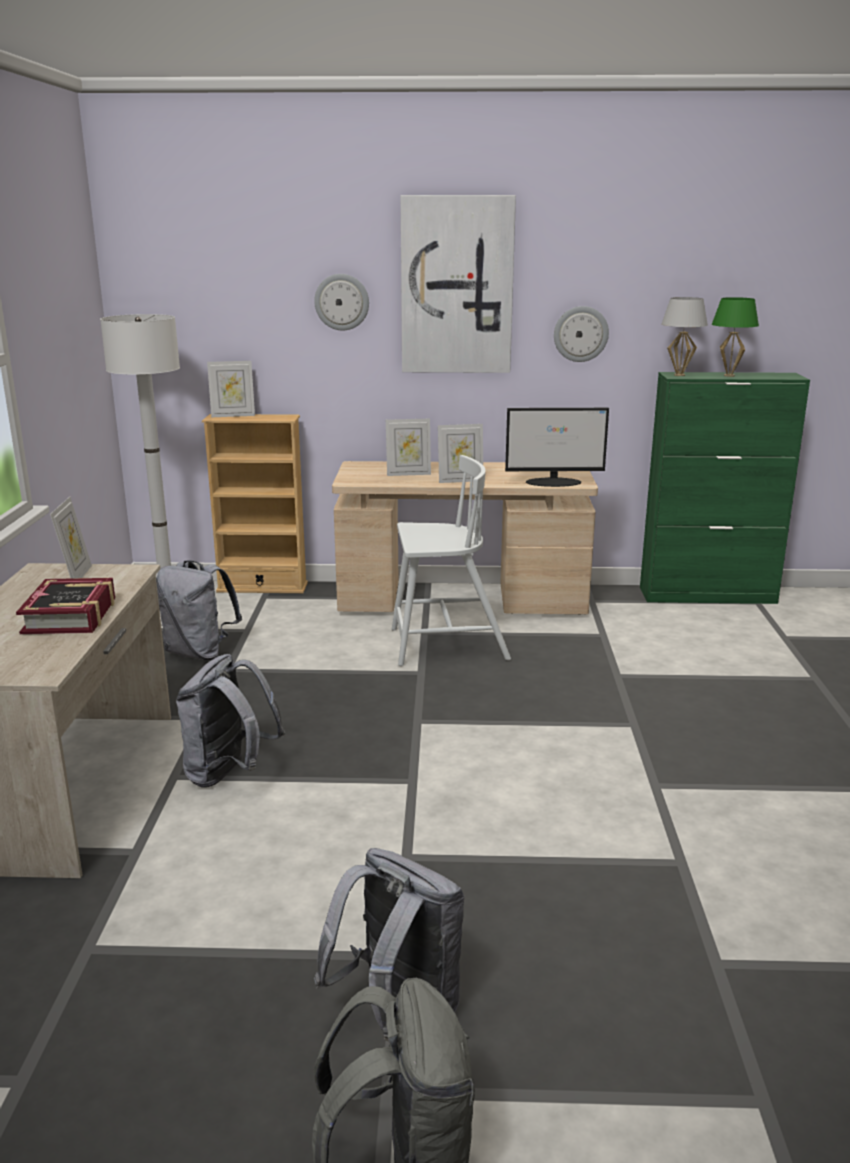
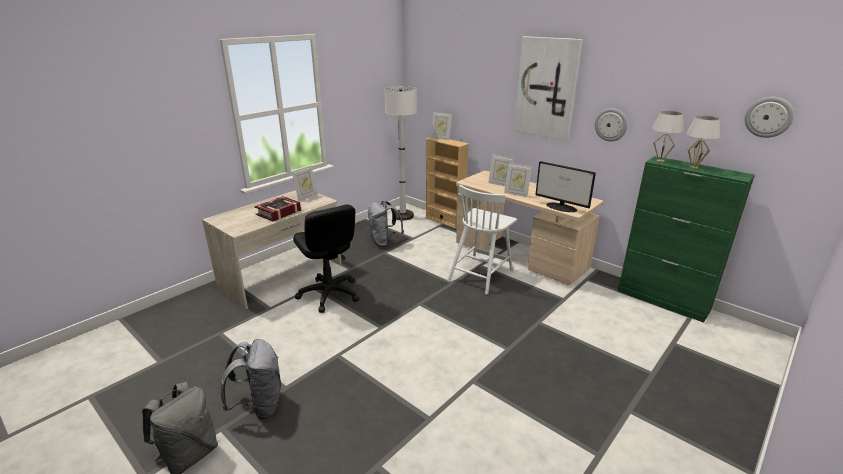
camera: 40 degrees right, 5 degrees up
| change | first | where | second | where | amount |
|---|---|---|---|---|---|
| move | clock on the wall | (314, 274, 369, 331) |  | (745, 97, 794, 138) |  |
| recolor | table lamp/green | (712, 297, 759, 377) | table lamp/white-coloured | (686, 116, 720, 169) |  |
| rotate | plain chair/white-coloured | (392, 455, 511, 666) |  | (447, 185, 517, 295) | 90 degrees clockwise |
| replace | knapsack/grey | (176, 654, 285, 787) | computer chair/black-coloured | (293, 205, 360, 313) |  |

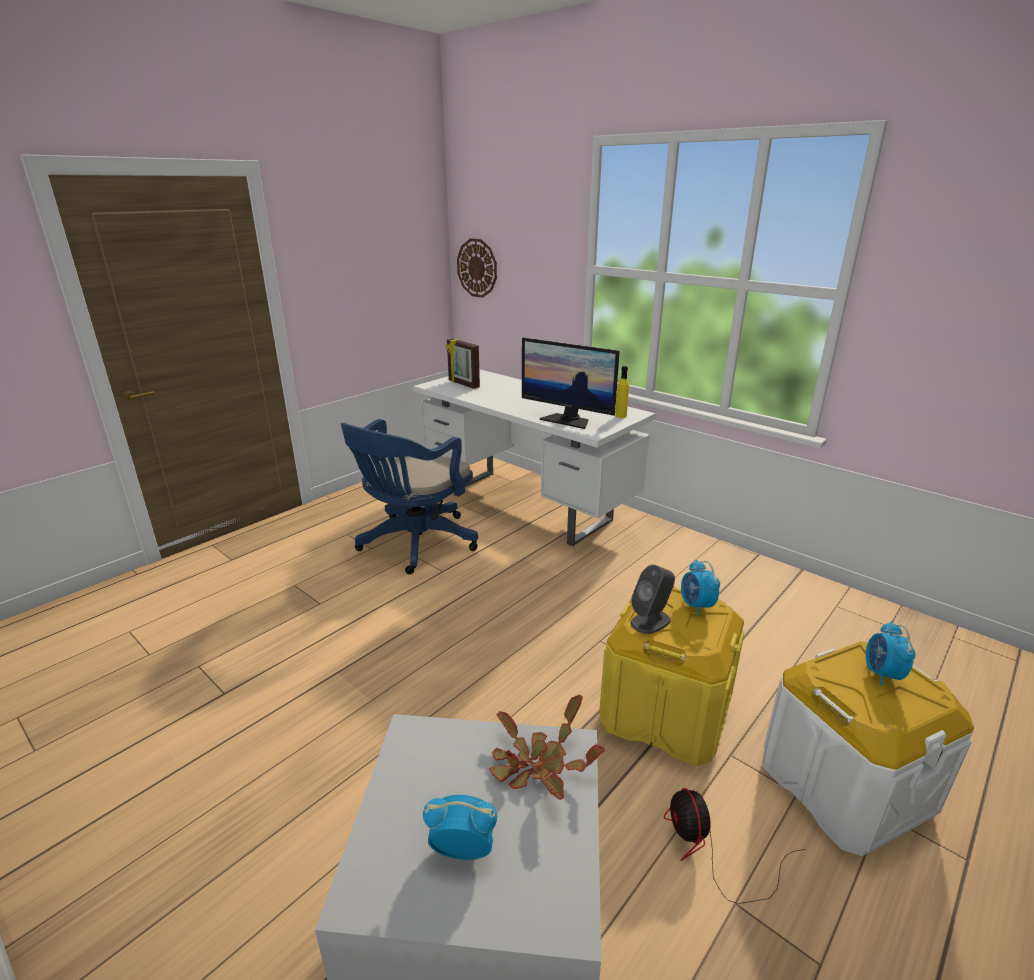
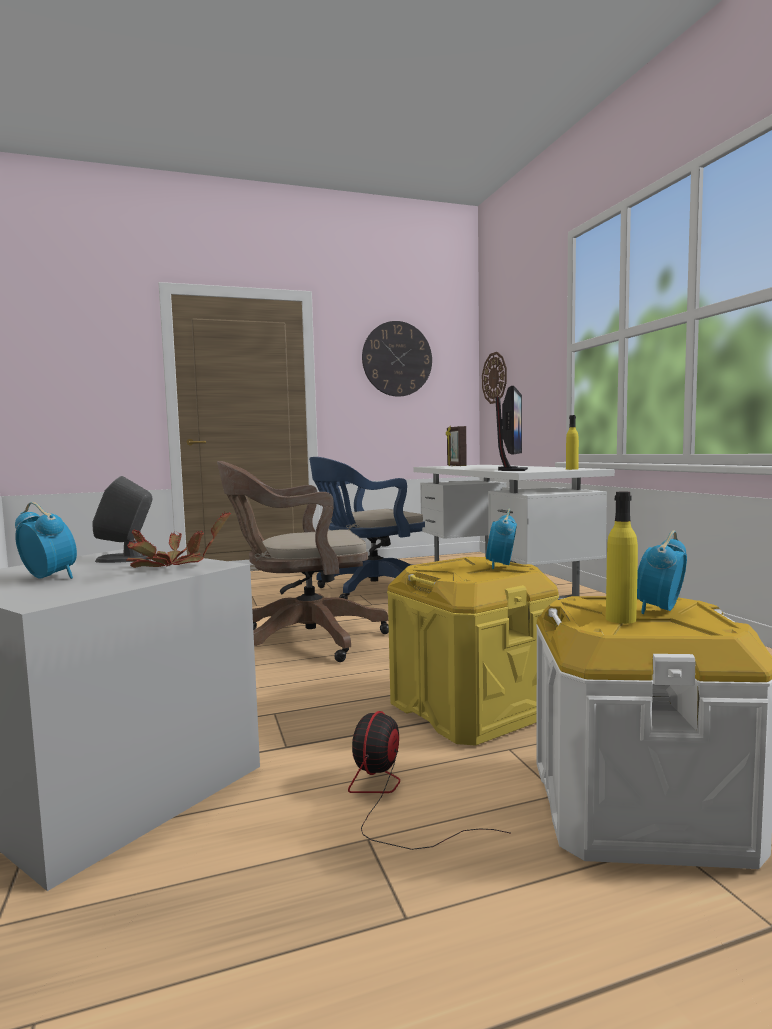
camera: 30 degrees right, 20 degrees down
| change | first | where | second | where | amount |
|---|---|---|---|---|---|
| rotate | computer screen | (522, 337, 620, 429) |  | (495, 386, 528, 471) | 135 degrees counterclockwise |
| move | audio speaker/grey | (630, 565, 675, 634) |  | (92, 476, 152, 563) |  |
| insert |  |  | clock on the wall | (362, 321, 432, 397) |  |
| insert |  |  | computer chair/brown | (217, 461, 389, 662) |  |
| insert |  |  | bottle/yellow | (606, 492, 638, 624) |  |

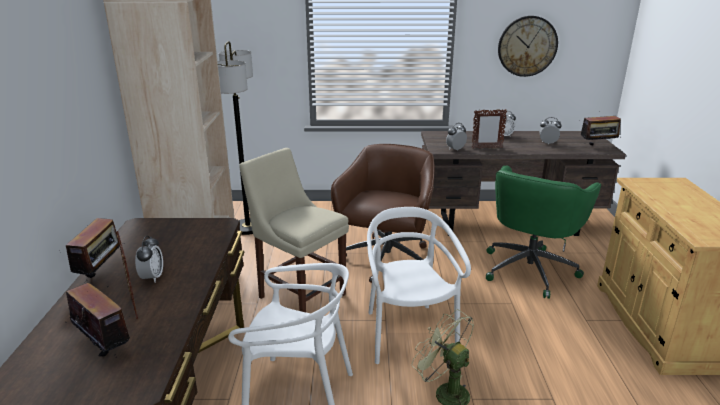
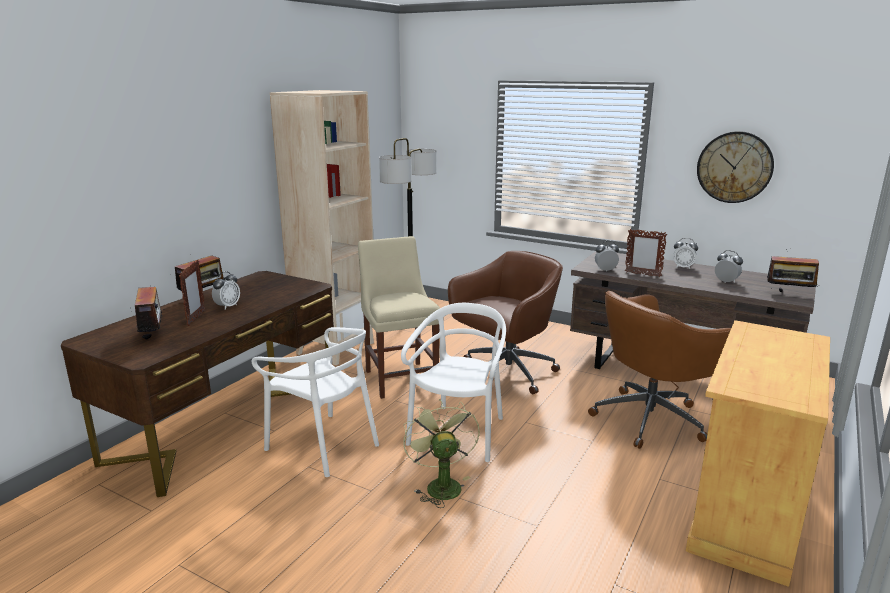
camera: 30 degrees right, 5 degrees down
| change | first | where | second | where | amount |
|---|---|---|---|---|---|
| recolor | computer chair/green | (486, 165, 601, 299) | computer chair/brown | (588, 291, 731, 449) |  |

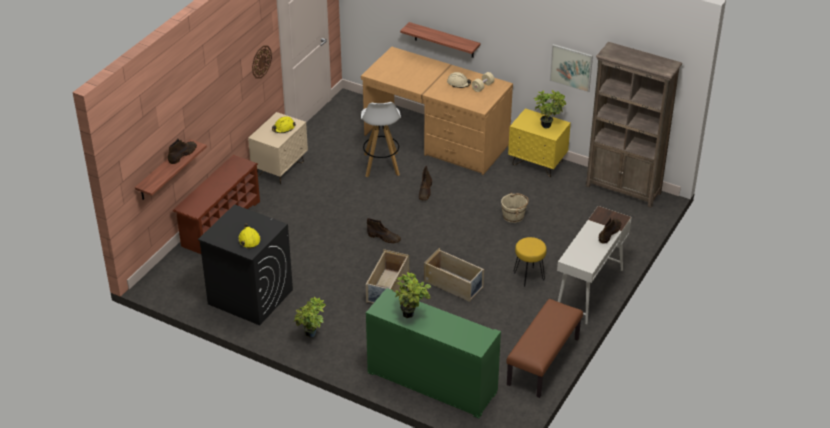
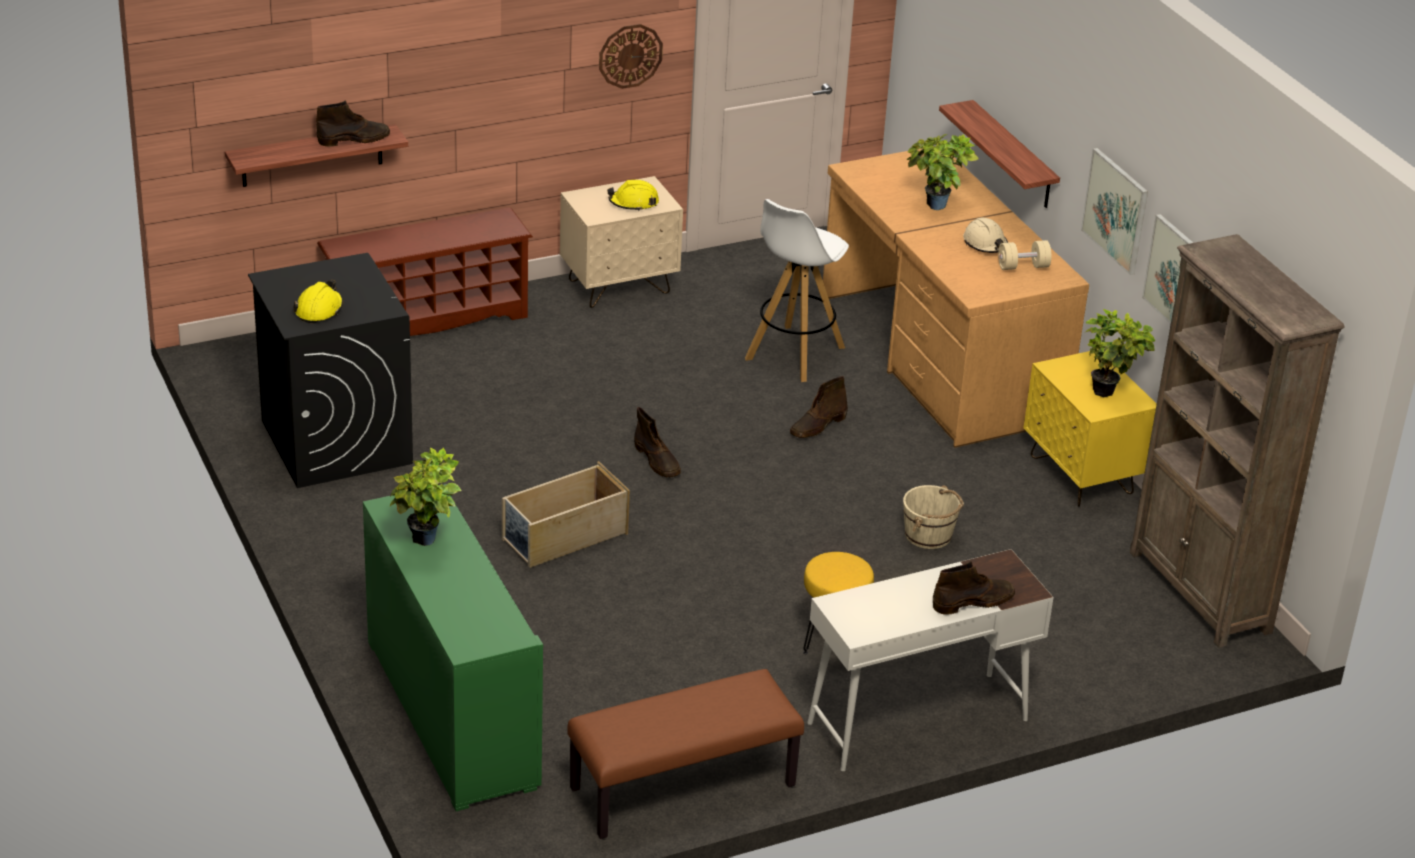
camera: 35 degrees right, 5 degrees down
| change | first | where | second | where | amount |
|---|---|---|---|---|---|
| delete | storage container/sand-coloured | (424, 248, 484, 302) |  |  |  |
| move | potted plant | (294, 297, 326, 338) |  | (907, 134, 979, 210) |  |
| insert |  |  | wall art | (1081, 148, 1148, 275) |  |

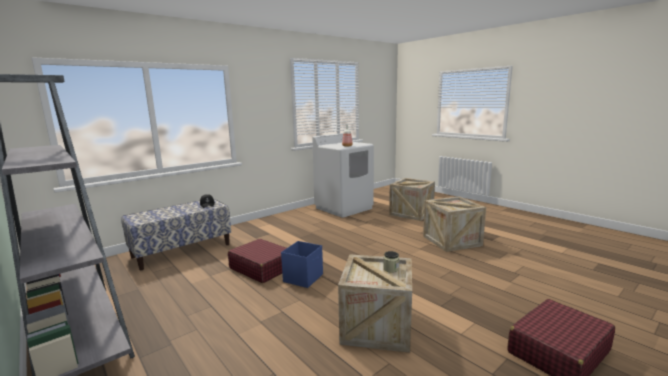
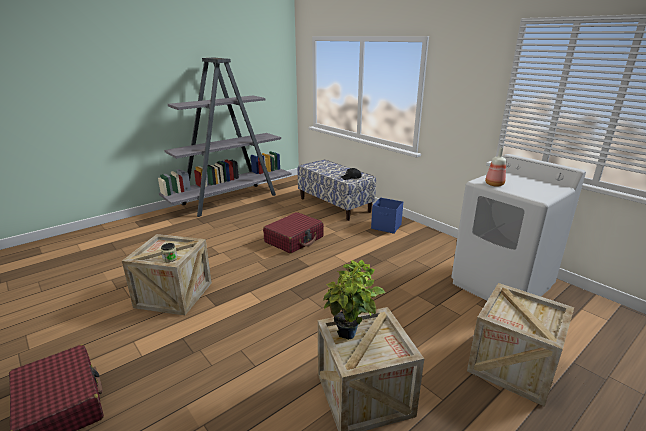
camera: 90 degrees right, 10 degrees up
| change | first | where | second | where | amount |
|---|---|---|---|---|---|
| move | storage container/bluish | (281, 241, 323, 288) |  | (371, 197, 403, 234) |  |
| insert |  |  | potted plant | (323, 259, 385, 340) |  |

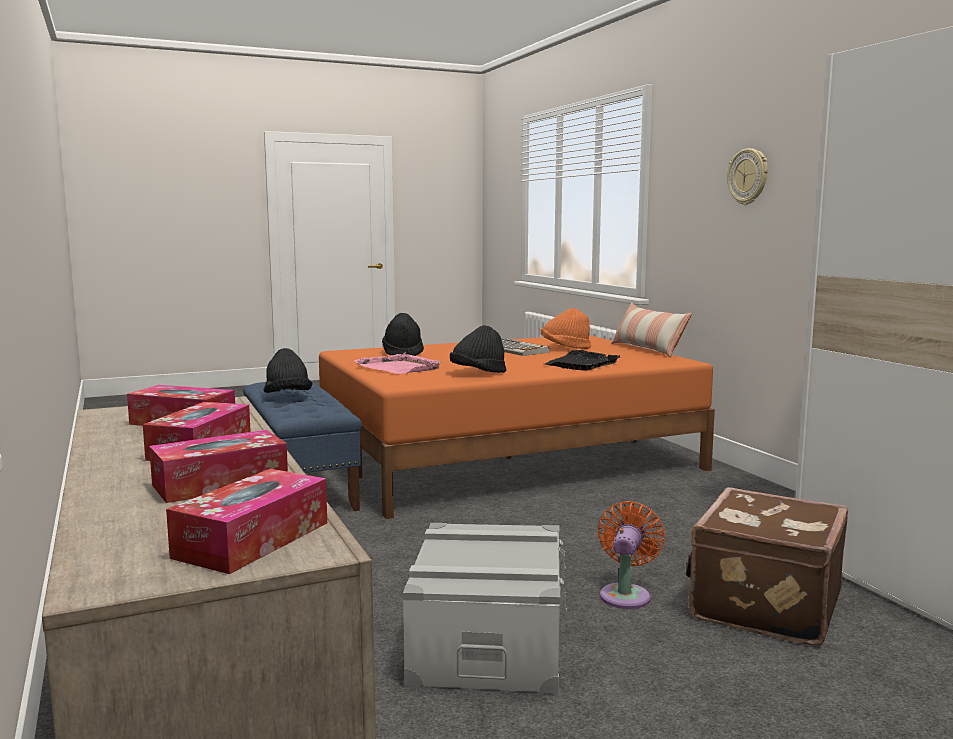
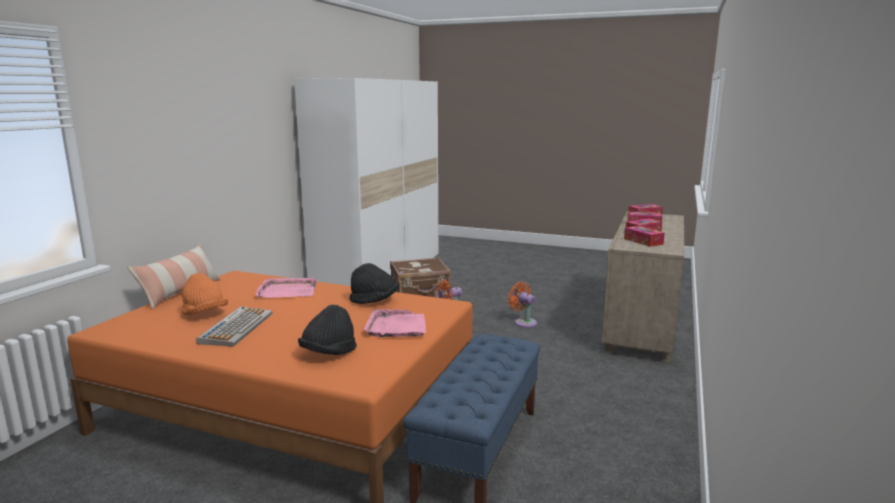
camera: 135 degrees left, 5 degrees up
| change | first | where | second | where | amount |
|---|---|---|---|---|---|
| delete | clock on the wall | (727, 148, 768, 205) |  |  |  |
| delete | clothing hat/black-coloured | (264, 348, 312, 393) |  |  |  |
| recolor | serving tray/black-coloured | (545, 350, 620, 371) | serving tray/pink-coloured | (256, 278, 318, 298) |  |
| replace | storage container/grey | (403, 523, 567, 694) | electric fan/orangey | (508, 282, 537, 328) |  |

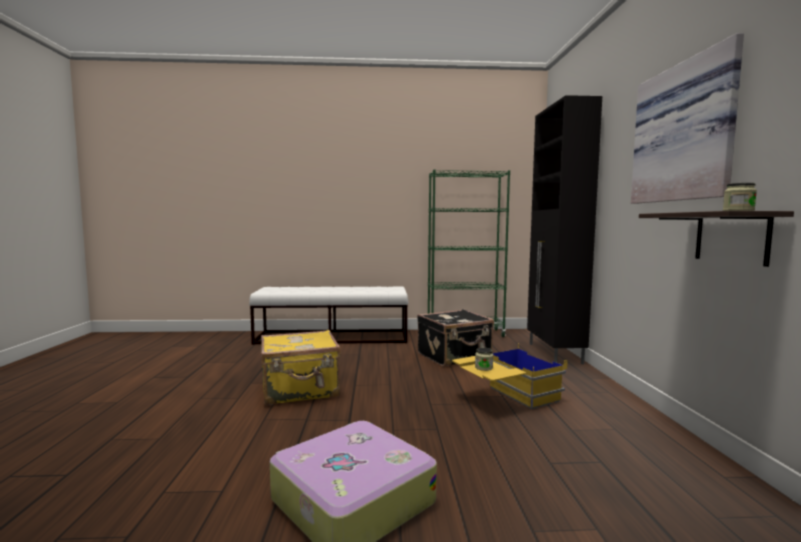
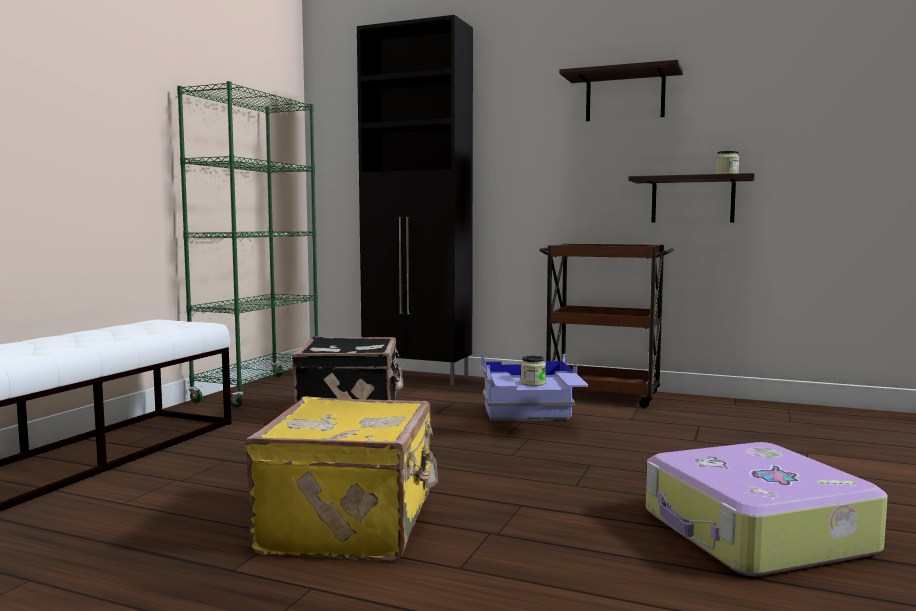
camera: 65 degrees left, 0 degrees up
| change | first | where | second | where | amount |
|---|---|---|---|---|---|
| replace | wall art | (631, 33, 744, 204) | wall shelf | (559, 60, 683, 121) |  |
| recolor | storage container/yellow | (452, 343, 568, 409) | storage container/bluish | (481, 354, 588, 421) |  |
| insert |  |  | cart/brown | (539, 244, 674, 408) |  |

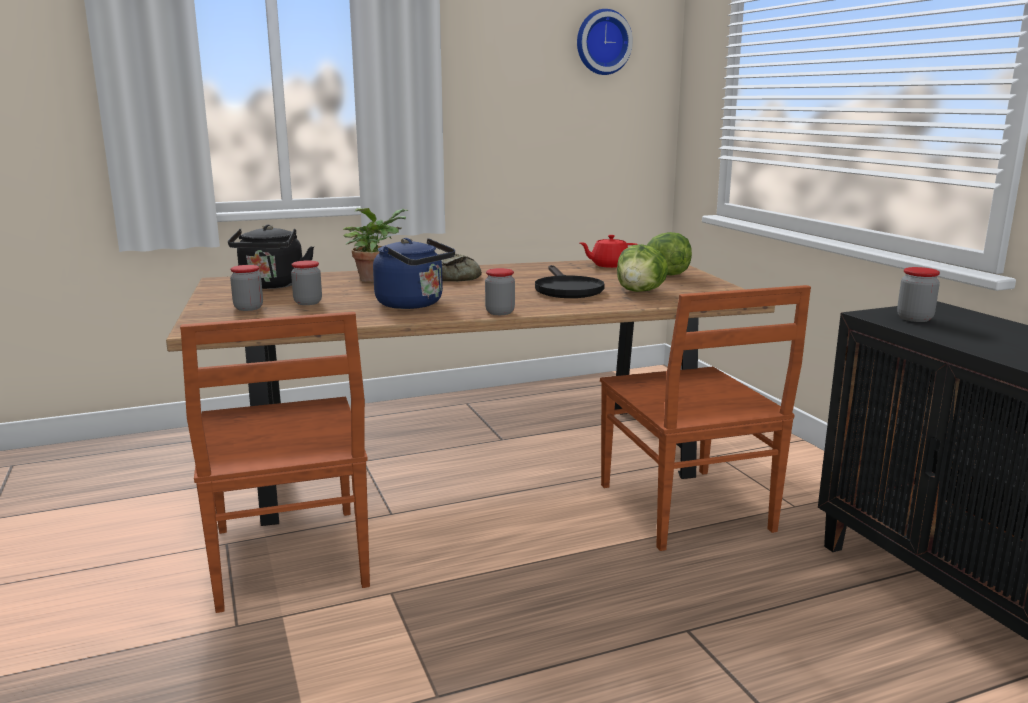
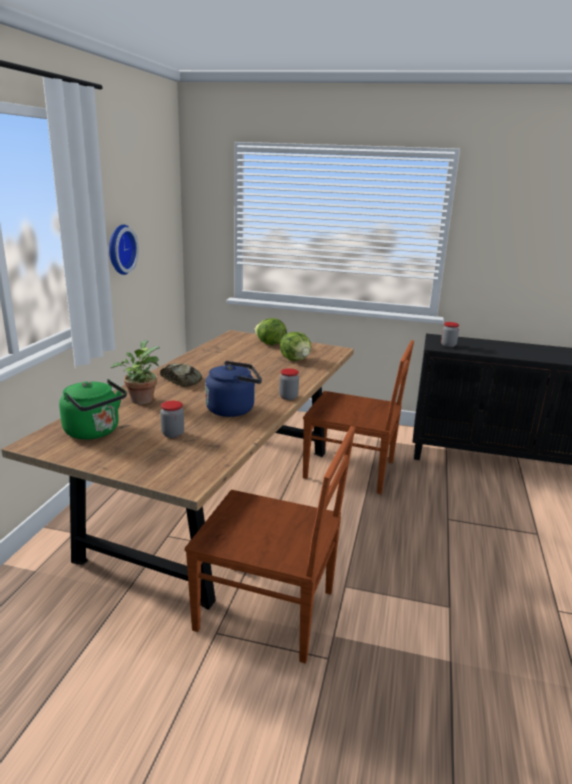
camera: 55 degrees left, 5 degrees up
| change | first | where | second | where | amount |
|---|---|---|---|---|---|
| move | clock on the wall | (577, 9, 633, 75) |  | (109, 225, 139, 275) |  |
| recolor | kettle/black-coloured | (228, 225, 314, 289) | kettle/green | (59, 379, 127, 439) |  |
| delete | tea pot/red | (580, 235, 638, 268) |  |  |  |
| delete | jar | (230, 265, 263, 311) |  |  |  |
| delete | frying pan/black-coloured | (535, 265, 605, 298) |  |  |  |

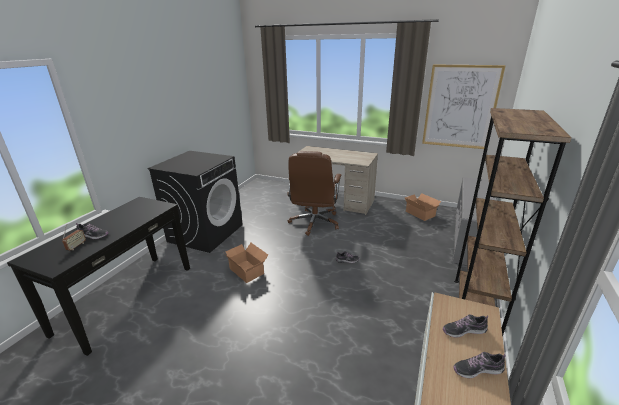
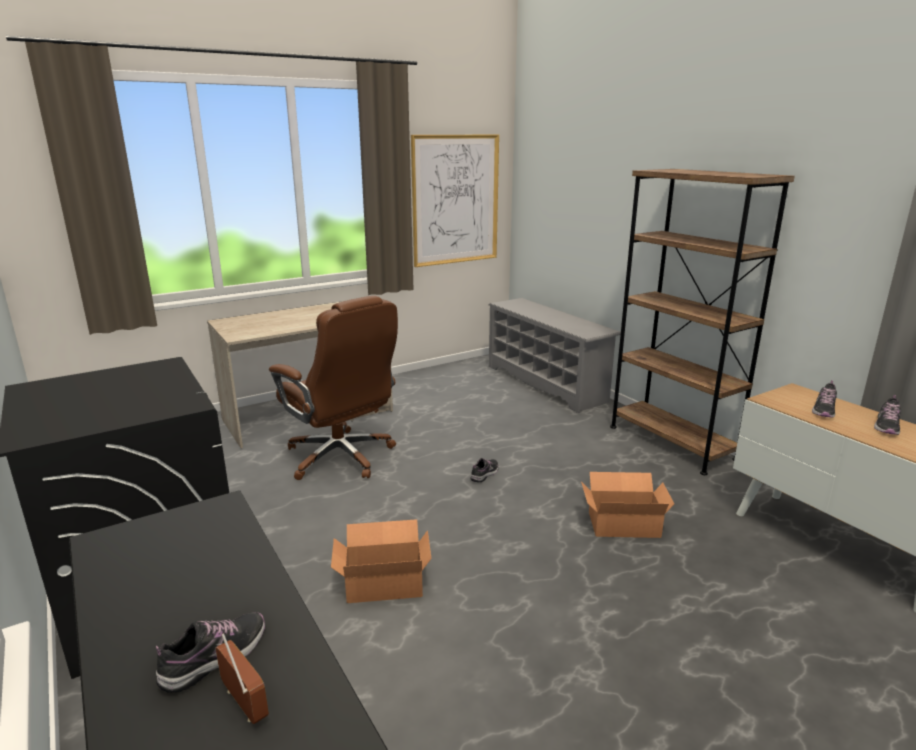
camera: 55 degrees left, 5 degrees down
| change | first | where | second | where | amount |
|---|---|---|---|---|---|
| move | carton | (405, 193, 441, 221) |  | (581, 472, 674, 538) |  |

